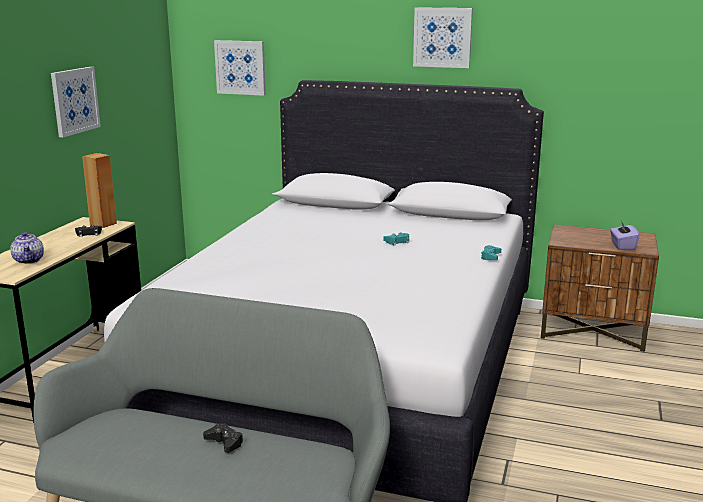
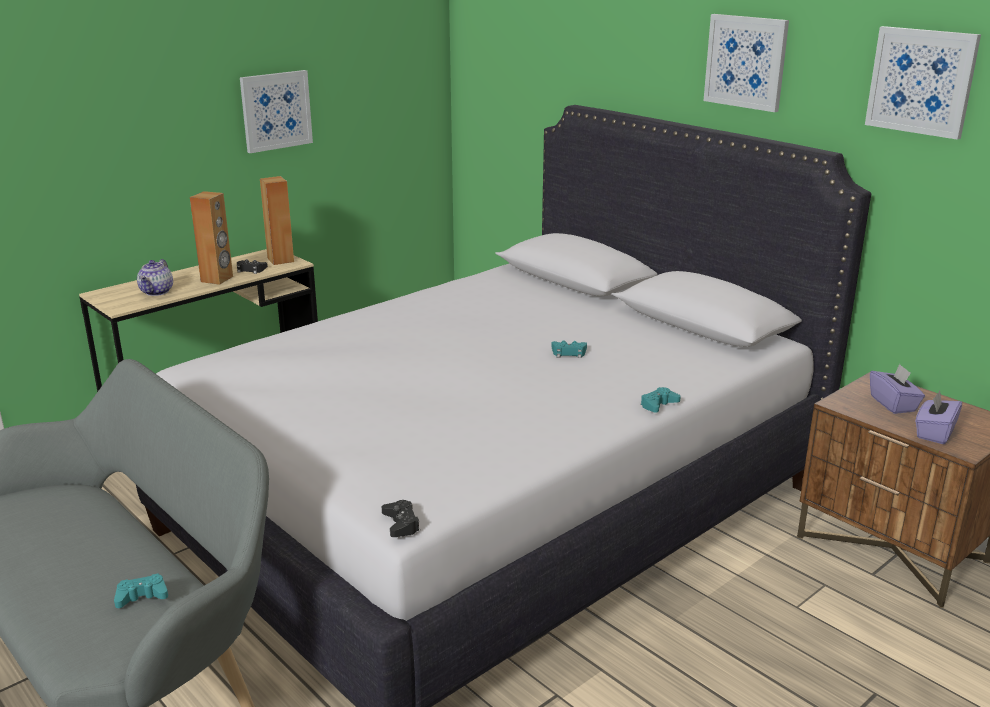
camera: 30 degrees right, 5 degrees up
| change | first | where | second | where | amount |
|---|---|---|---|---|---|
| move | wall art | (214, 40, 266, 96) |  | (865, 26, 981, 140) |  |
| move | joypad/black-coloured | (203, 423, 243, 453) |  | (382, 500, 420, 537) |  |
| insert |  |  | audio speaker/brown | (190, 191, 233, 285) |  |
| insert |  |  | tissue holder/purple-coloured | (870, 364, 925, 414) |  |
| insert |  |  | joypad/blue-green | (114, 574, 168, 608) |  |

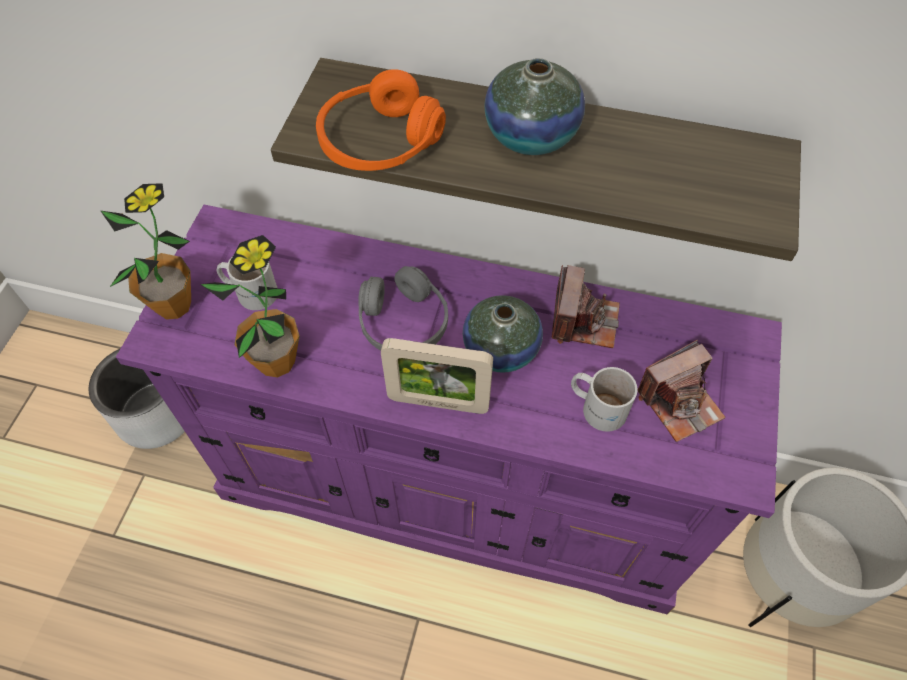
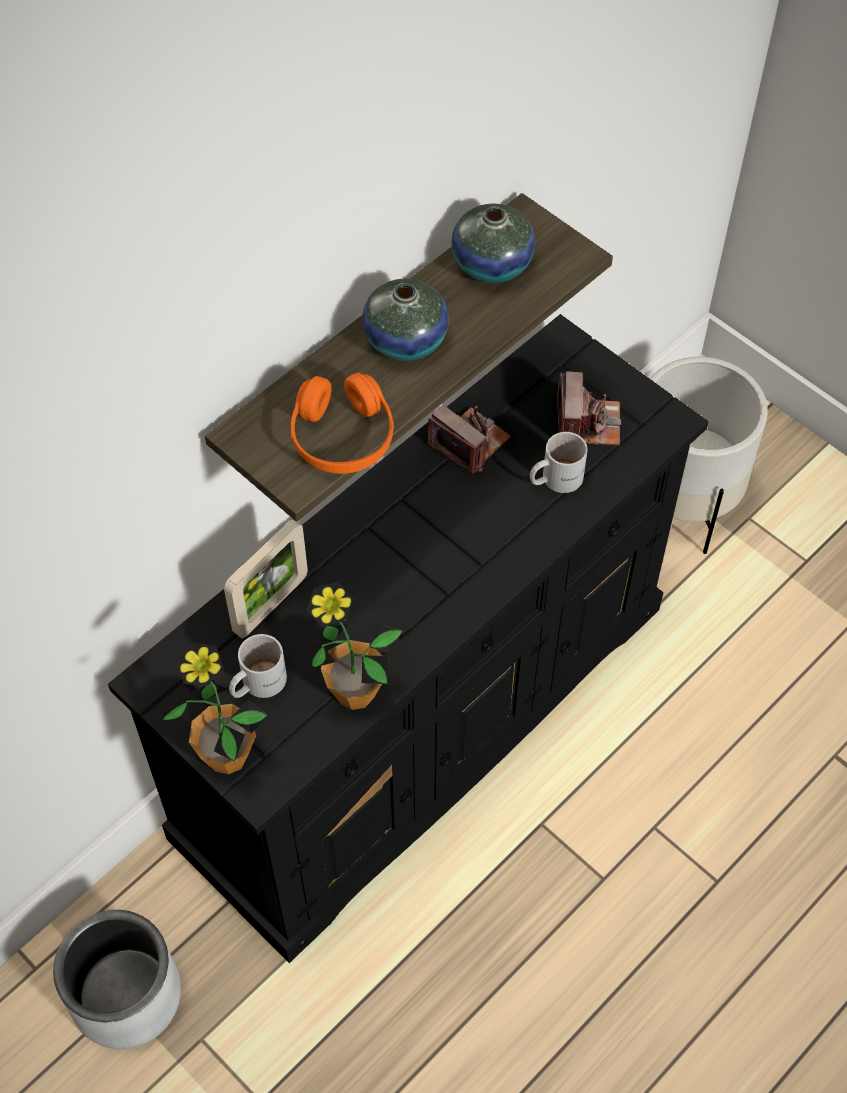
camera: 60 degrees left, 0 degrees up
| change | first | where | second | where | amount |
|---|---|---|---|---|---|
| recolor | chest of drawers/purple-coloured | (116, 205, 782, 614) | chest of drawers/black-coloured | (108, 314, 709, 963) |  |
| delete | pair of headphones/grey | (358, 266, 448, 351) |  |  |  |
| move | decorative vase | (463, 295, 543, 373) |  | (451, 204, 535, 283) |  |
| move | picture frame | (381, 338, 493, 414) |  | (224, 519, 308, 638) |  |

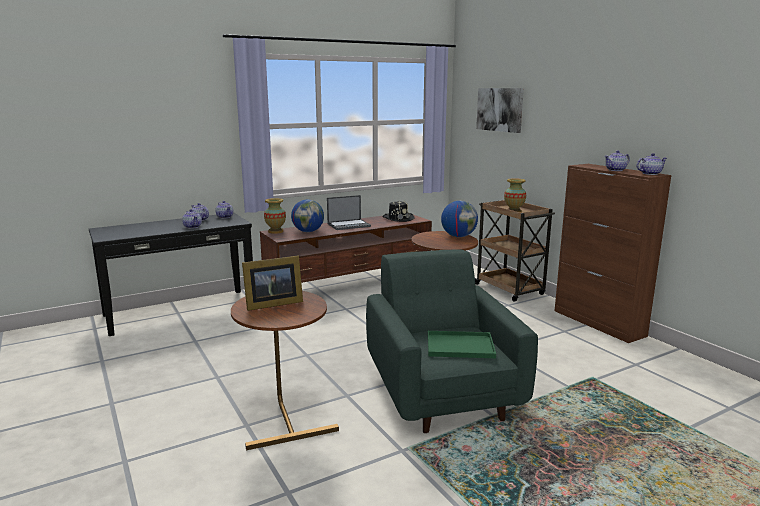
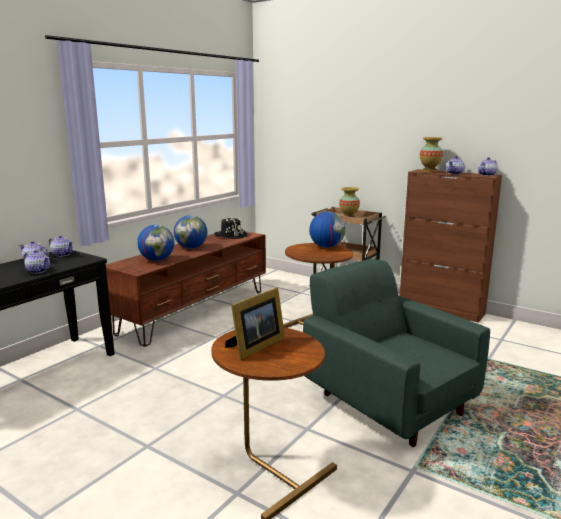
camera: 25 degrees left, 0 degrees up
| change | first | where | second | where | amount |
|---|---|---|---|---|---|
| delete | wall art | (476, 88, 524, 133) |  |  |  |
| replace | notebook computer | (327, 195, 371, 230) | globe | (174, 215, 207, 249) |  |
| move | decorative vase | (264, 198, 286, 234) |  | (420, 137, 443, 173) |  |
| delete | serving tray/green | (428, 331, 496, 358) |  |  |  |

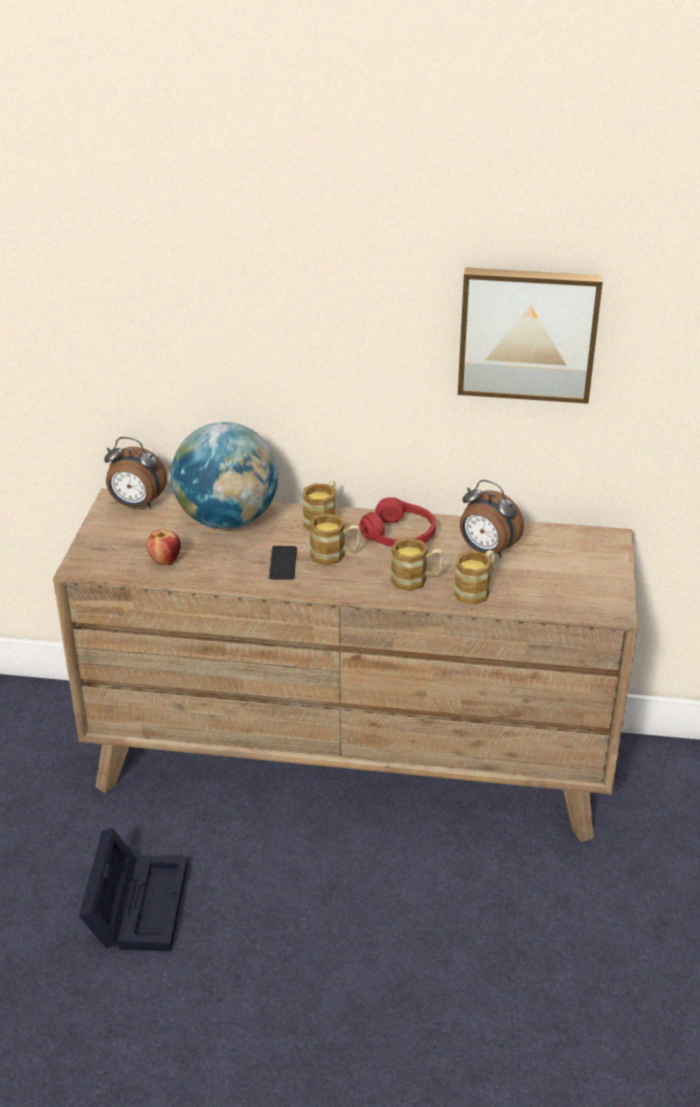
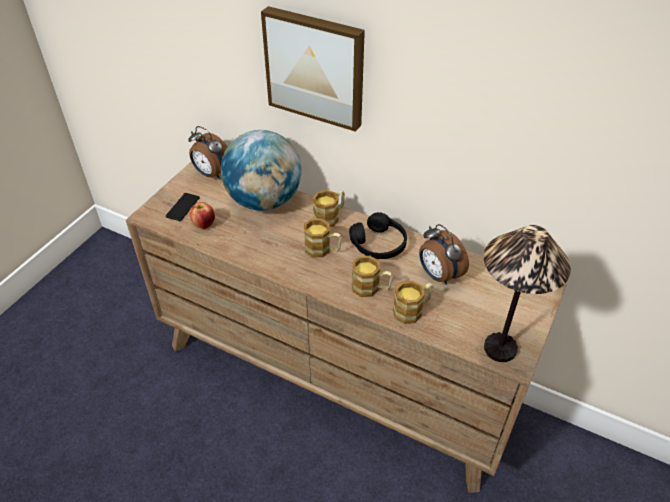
camera: 20 degrees right, 10 degrees up
| change | first | where | second | where | amount |
|---|---|---|---|---|---|
| move | wall art | (458, 267, 603, 404) |  | (261, 6, 365, 132) |  |
| recolor | pair of headphones/red | (359, 497, 436, 547) | pair of headphones/black-coloured | (349, 212, 407, 259) |  |
| move | handset | (269, 546, 297, 580) |  | (165, 193, 200, 221) |  |
| delete | storage container/black-coloured | (79, 828, 188, 952) |  |  |  |
| insert |  |  | table lamp | (484, 225, 571, 362) |  |

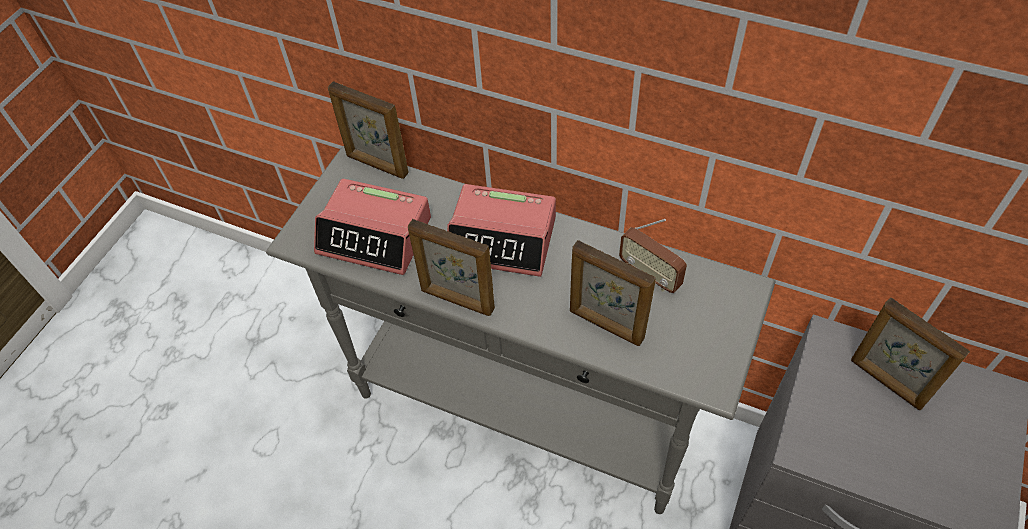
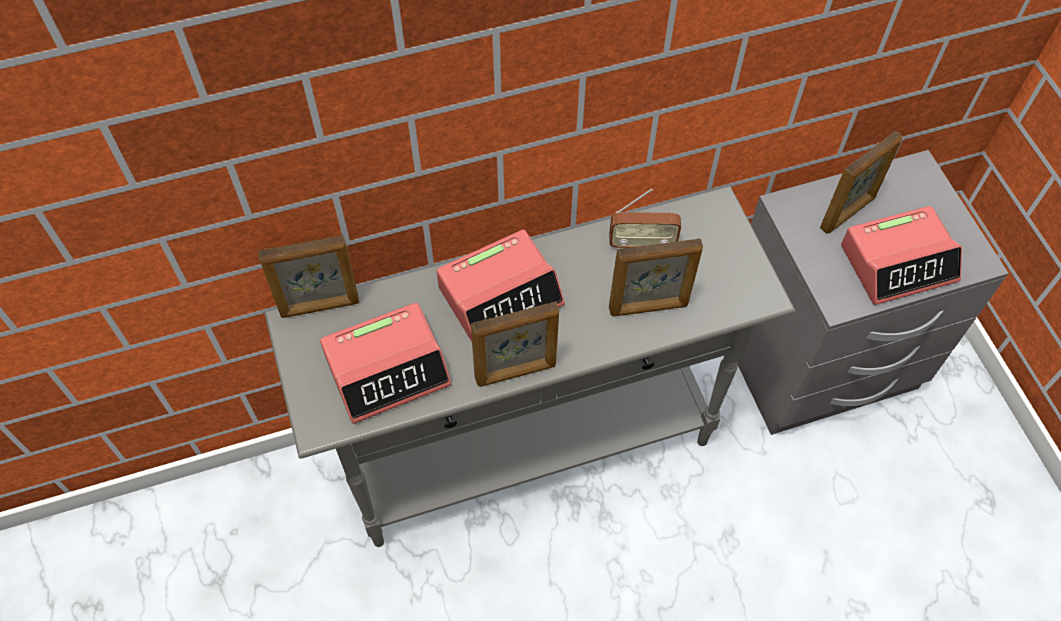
camera: 45 degrees left, 5 degrees up
| change | first | where | second | where | amount |
|---|---|---|---|---|---|
| rotate | picture frame | (851, 298, 970, 411) |  | (820, 131, 902, 233) | 45 degrees counterclockwise |
| insert |  |  | bedside clock | (841, 206, 962, 305) |  |

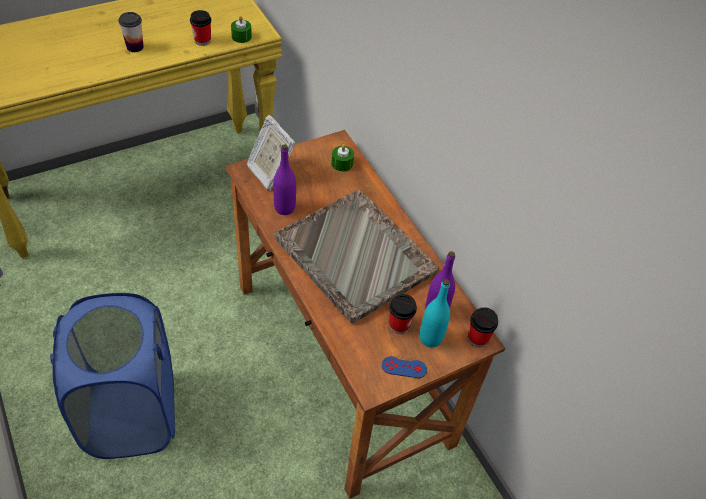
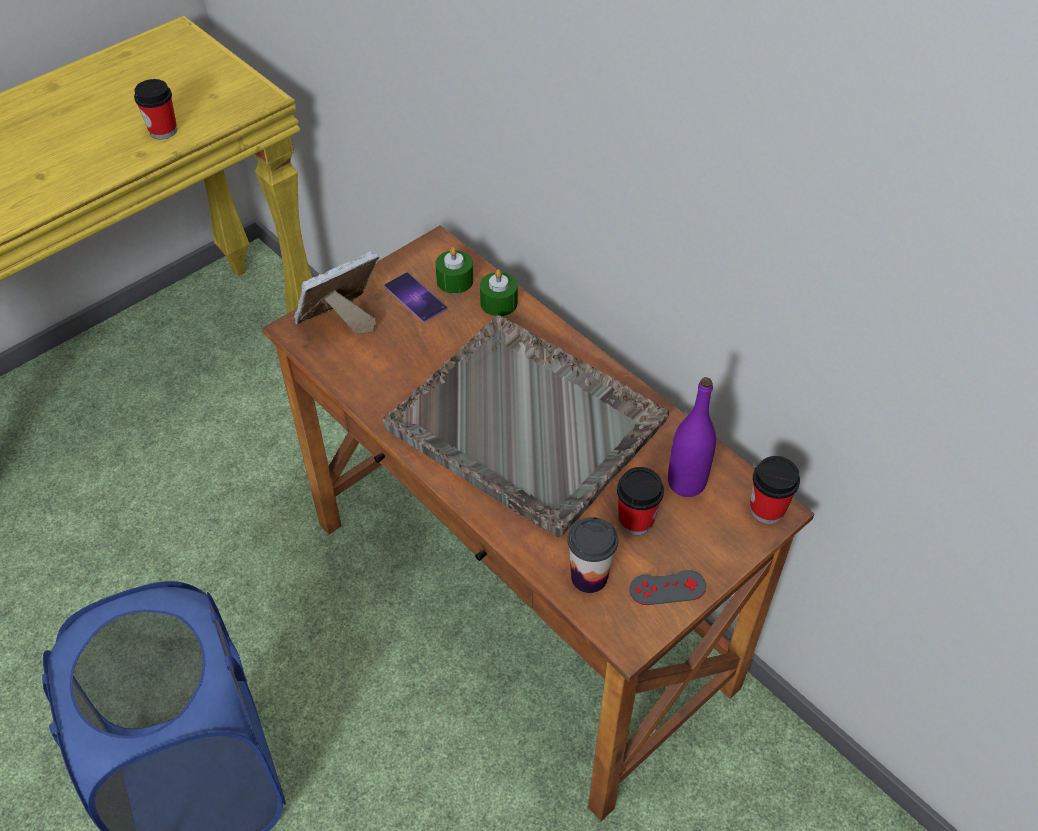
camera: 10 degrees left, 0 degrees up
| change | first | where | second | where | amount |
|---|---|---|---|---|---|
| move | small cup | (118, 12, 144, 52) |  | (567, 517, 618, 593) |  |
| move | candle/green | (231, 16, 252, 43) |  | (480, 269, 518, 316) |  |
| rotate | picture frame | (246, 115, 295, 191) |  | (294, 251, 379, 334) | 105 degrees clockwise |
| delete | bottle/purple-coloured | (273, 144, 296, 215) |  |  |  |
| delete | bottle/blue-green | (420, 279, 450, 347) |  |  |  |
| recolor | joypad/bluish | (382, 356, 427, 378) | joypad/grey | (629, 570, 706, 605) |  |
| insert |  |  | handset | (384, 272, 447, 323) |  |

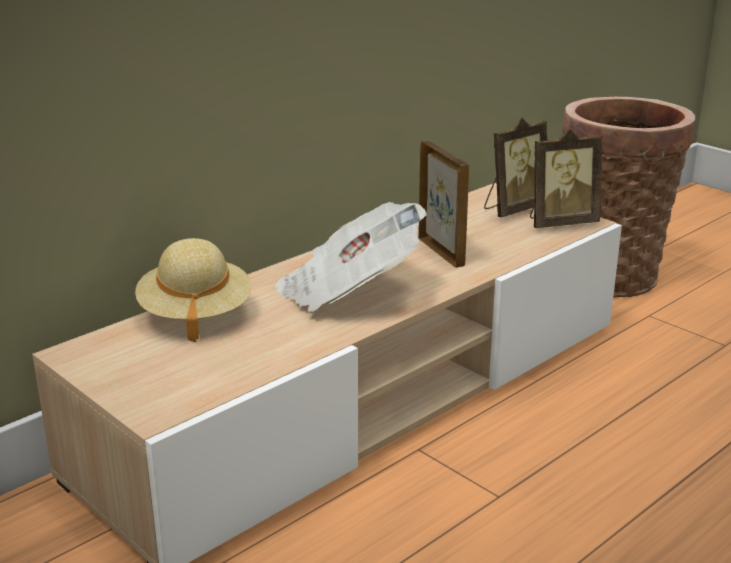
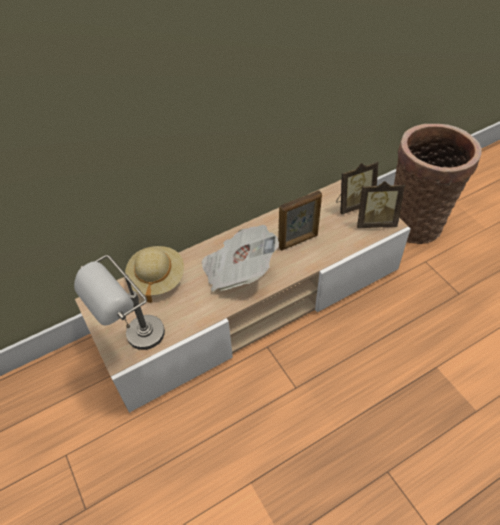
camera: 15 degrees right, 25 degrees up
| change | first | where | second | where | amount |
|---|---|---|---|---|---|
| rotate | picture frame | (418, 140, 469, 268) |  | (278, 191, 322, 250) | 75 degrees clockwise |
| insert |  |  | table lamp/grey | (74, 255, 165, 350) |  |

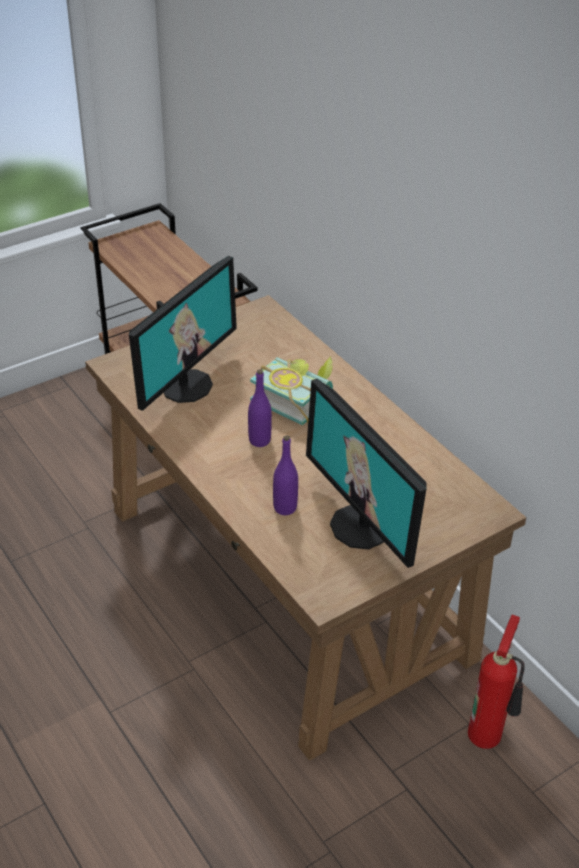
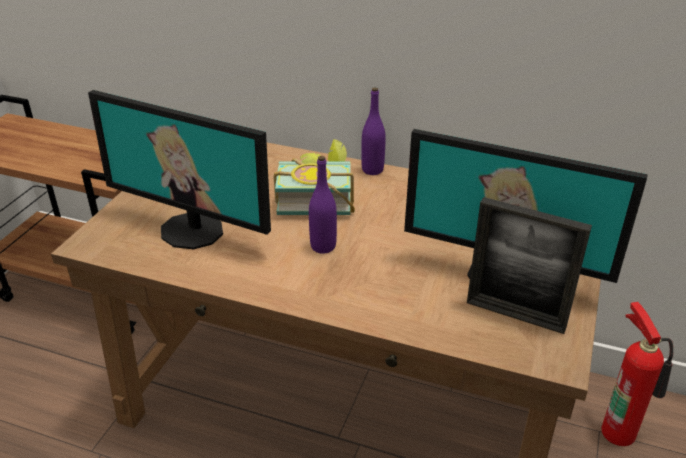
camera: 35 degrees left, 5 degrees down
| change | first | where | second | where | amount |
|---|---|---|---|---|---|
| rotate | computer screen | (129, 256, 237, 411) |  | (88, 90, 271, 249) | 120 degrees clockwise |
| move | bottle/purple-coloured | (273, 435, 298, 515) |  | (361, 87, 386, 175) |  |
| insert |  |  | picture frame | (467, 197, 592, 334) |  |

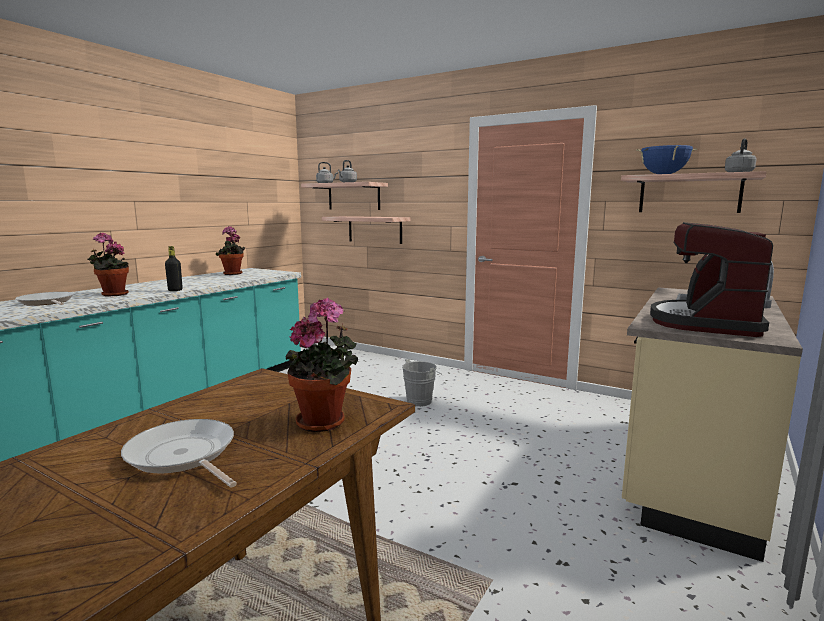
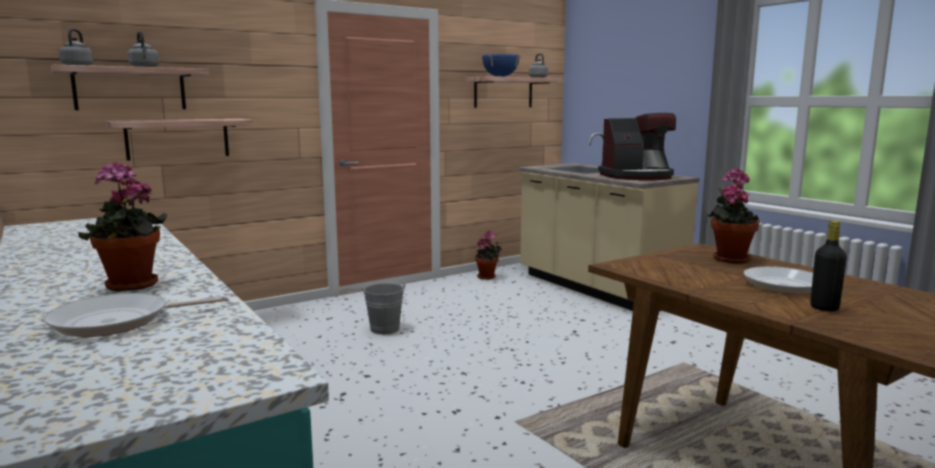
camera: 65 degrees left, 0 degrees up
| change | first | where | second | where | amount |
|---|---|---|---|---|---|
| rotate | coffee brewer | (650, 222, 773, 337) |  | (598, 113, 676, 180) | 60 degrees counterclockwise |
| move | potted plant | (216, 226, 245, 275) |  | (475, 231, 502, 280) |  |
| move | bottle/black-coloured | (165, 246, 183, 291) |  | (810, 221, 847, 312) |  |

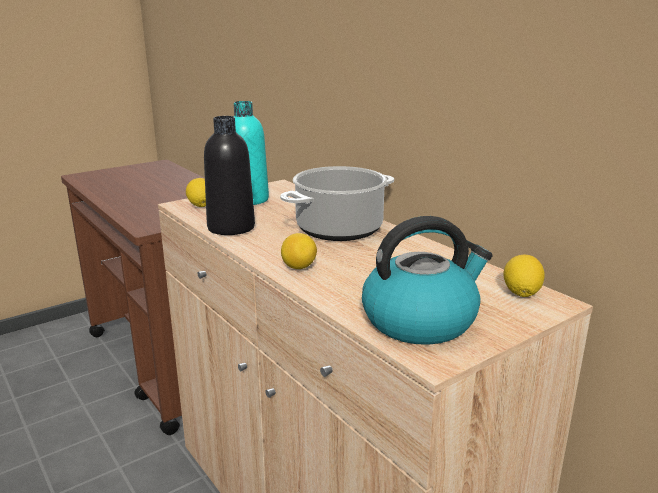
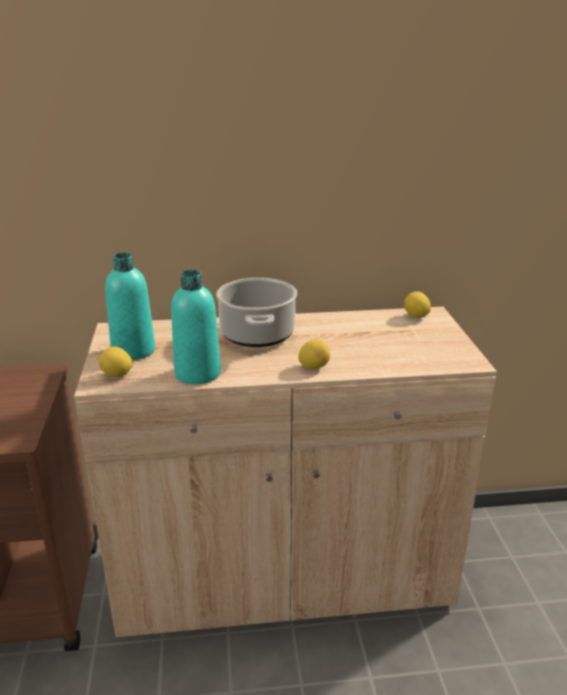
camera: 60 degrees left, 5 degrees up
| change | first | where | second | where | amount |
|---|---|---|---|---|---|
| recolor | bottle/black-coloured | (204, 116, 255, 235) | bottle/blue-green | (171, 270, 221, 384) |  |
| delete | kettle | (362, 216, 493, 345) |  |  |  |

